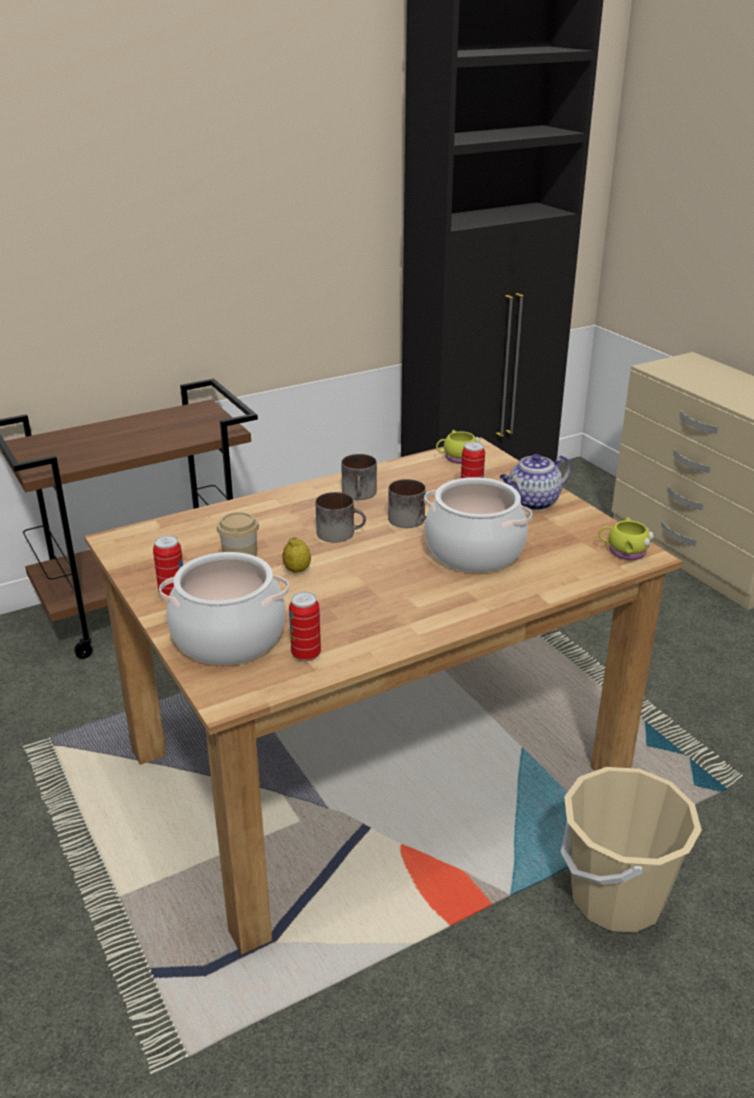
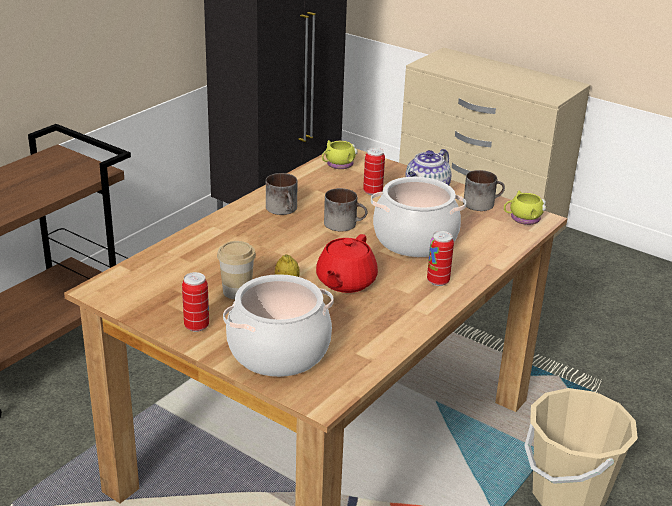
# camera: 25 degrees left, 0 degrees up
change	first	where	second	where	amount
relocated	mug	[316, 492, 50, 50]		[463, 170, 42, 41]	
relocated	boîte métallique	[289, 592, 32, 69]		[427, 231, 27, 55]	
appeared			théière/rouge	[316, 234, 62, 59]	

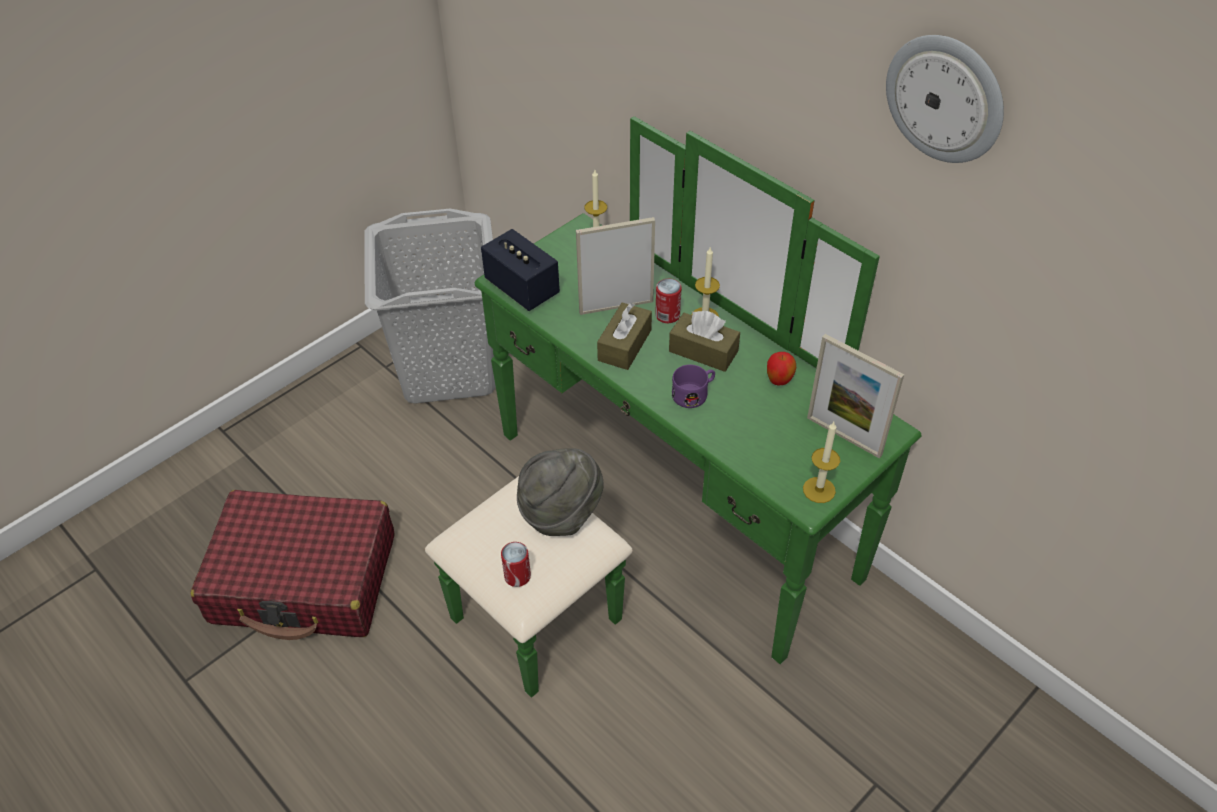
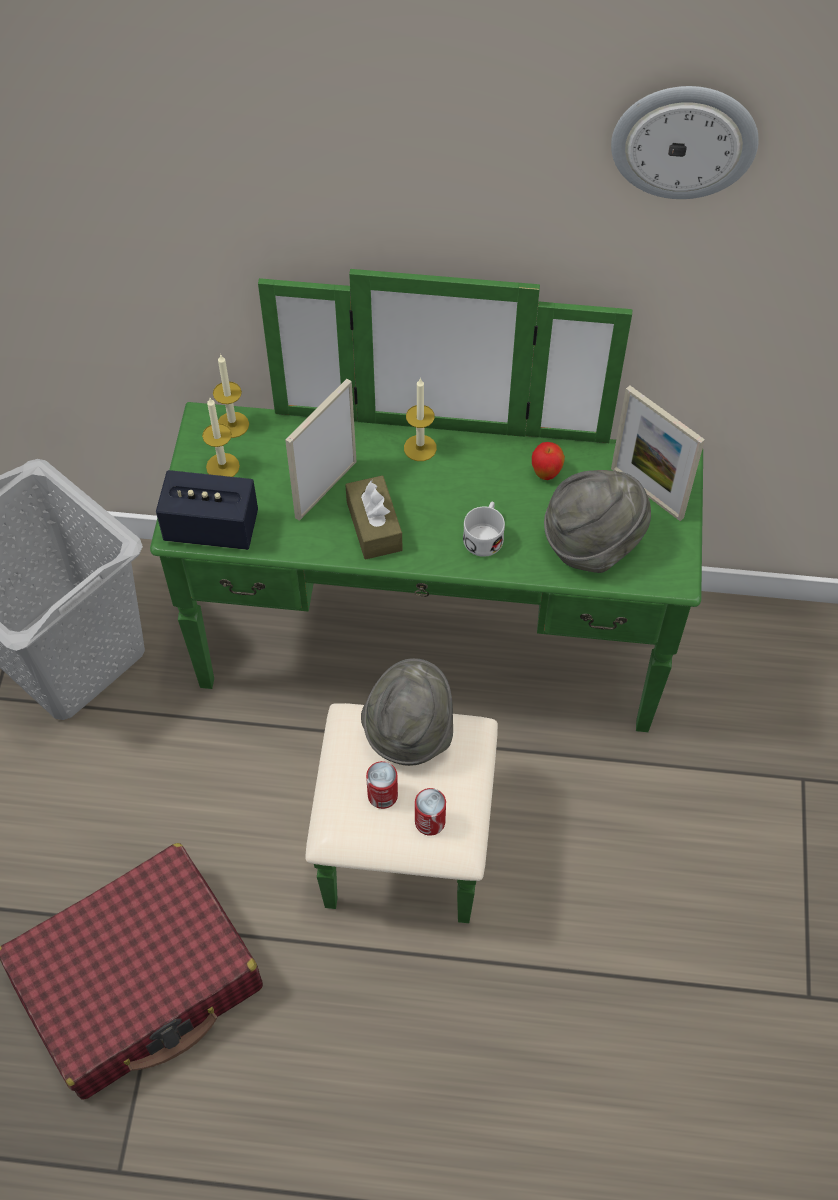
# camera: 40 degrees left, 10 degrees up
change	first	where	second	where	amount
relocated	boîte métallique	[655, 279, 26, 44]		[366, 761, 32, 48]	
missing	boîte à mouchoirs/marron	[669, 311, 71, 61]			
spun	cadre photo	[807, 334, 97, 124]		[611, 386, 94, 135]	45 degrees clockwise
colour	mug/violet	[672, 365, 43, 43]	mug/blanc	[463, 502, 42, 55]	
relocated	bougie	[803, 422, 37, 81]		[202, 398, 38, 79]	
appeared			chapeau/gris	[544, 470, 107, 103]	

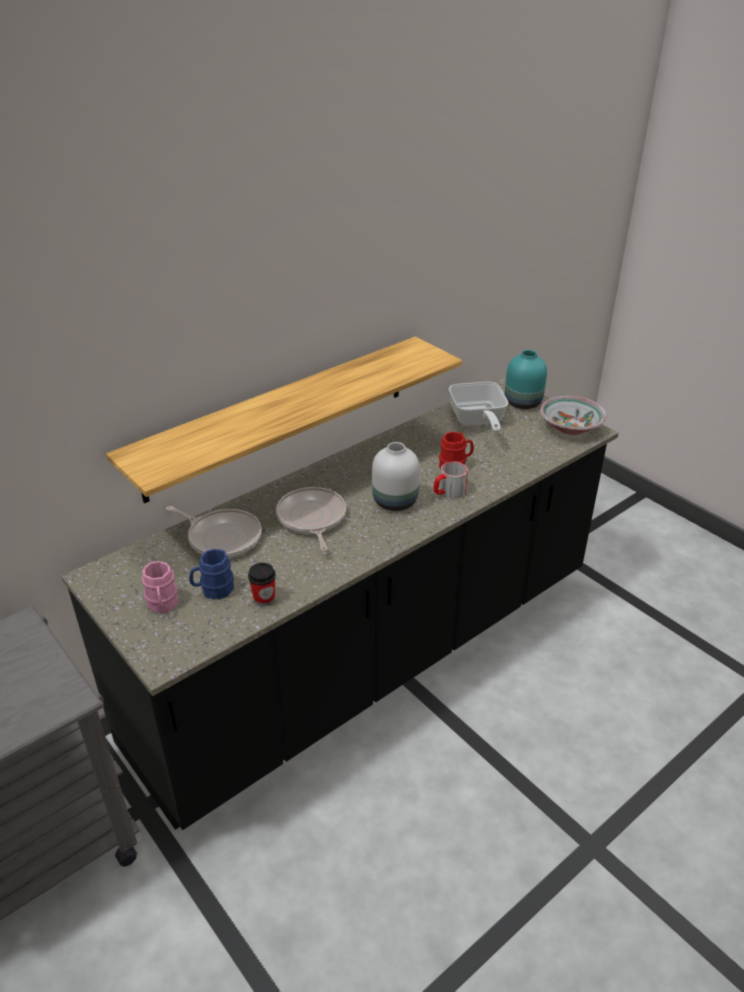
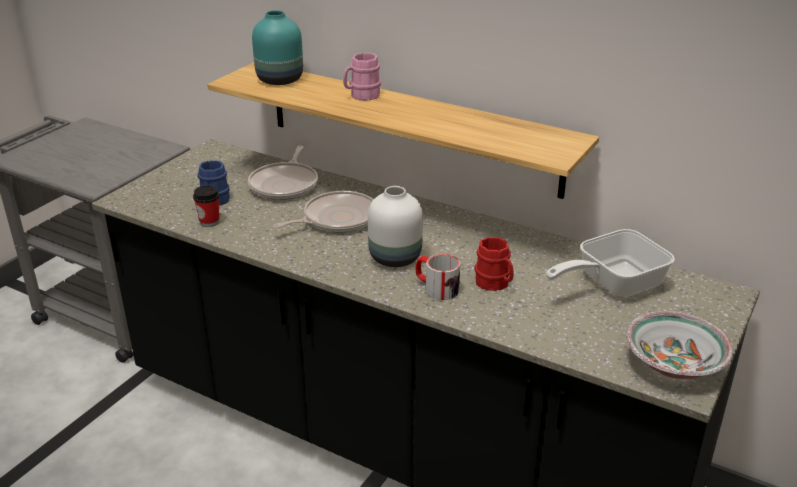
# camera: 70 degrees right, 5 degrees down
change	first	where	second	where	amount
relocated	vase/turquoise	[505, 350, 42, 59]		[252, 10, 51, 75]	
relocated	mug/rose	[142, 561, 36, 52]		[343, 53, 38, 48]	

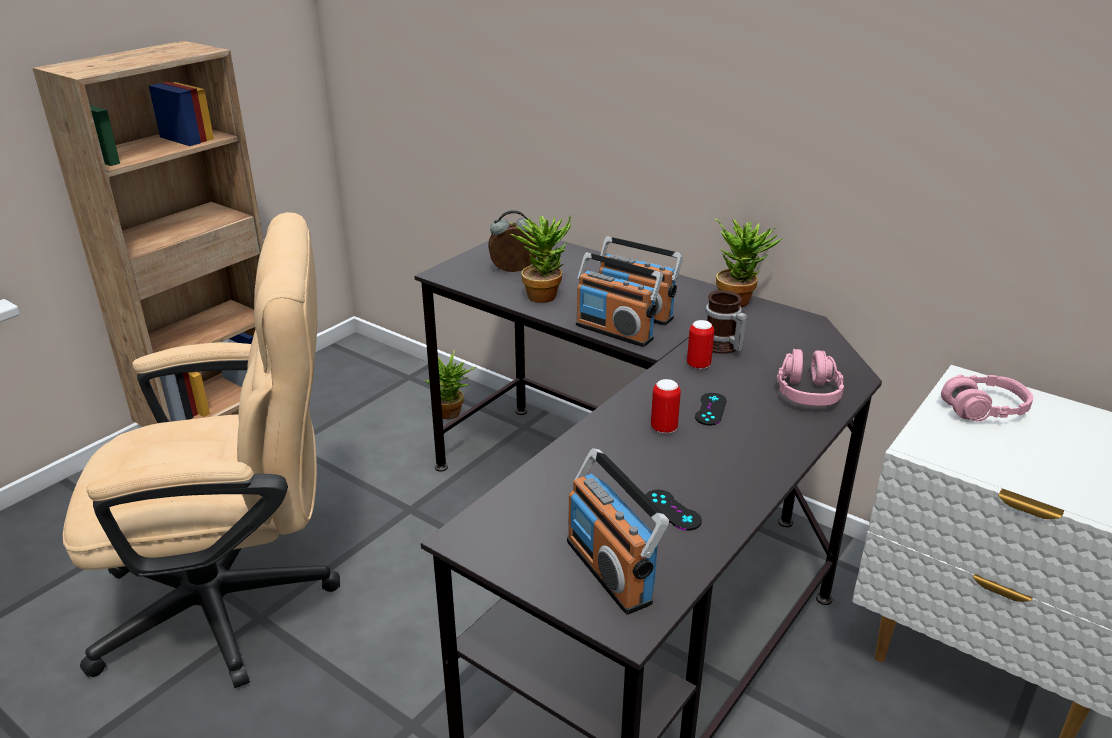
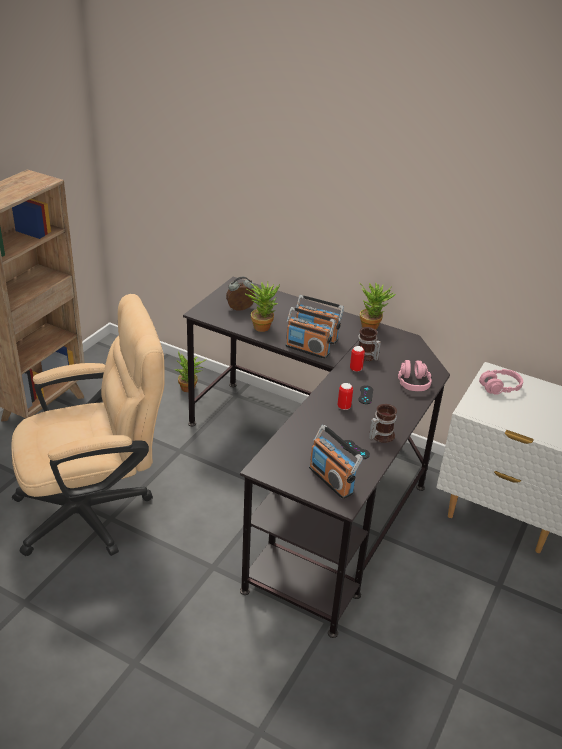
# camera: 10 degrees left, 5 degrees up
change	first	where	second	where	amount
appeared			mug	[369, 404, 28, 39]	

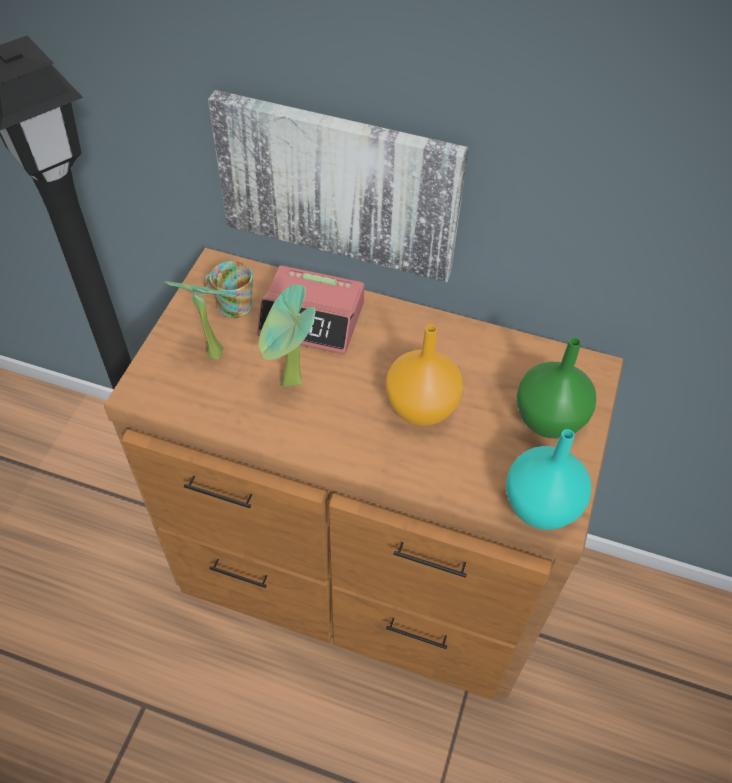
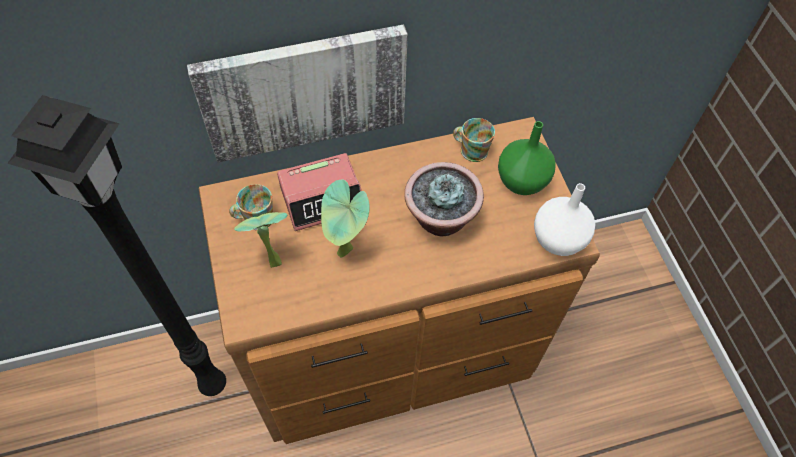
# camera: 35 degrees left, 5 degrees up
change	first	where	second	where	amount
exchanged	vase/orange	[386, 324, 77, 102]	plante en pot	[404, 162, 80, 74]	
colour	vase/turquoise	[506, 429, 85, 101]	vase/blanc	[534, 183, 61, 73]	
appeared			mug	[453, 118, 42, 44]	

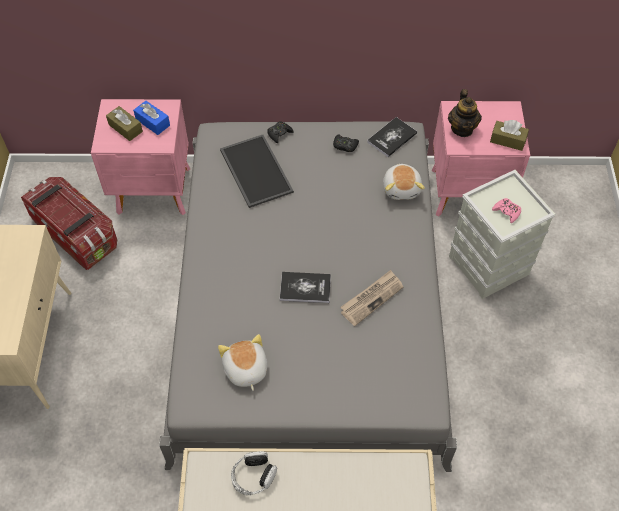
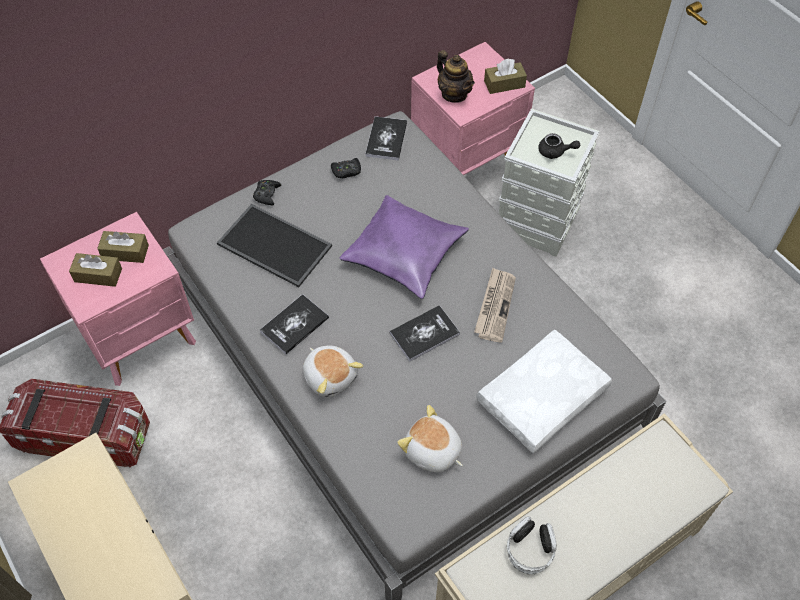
# camera: 35 degrees left, 0 degrees up
change	first	where	second	where	amount
colour	boîte à mouchoirs/bleu	[133, 101, 37, 34]	boîte à mouchoirs/marron	[97, 231, 52, 32]	
relocated	peluche	[383, 163, 42, 37]		[303, 346, 60, 51]	
exchanged	manette/rose	[492, 198, 29, 25]	théière/noir	[538, 133, 42, 26]	
appeared			coussin/violet	[340, 195, 129, 104]	
appeared			livre	[260, 294, 69, 60]	
appeared			coussin/blanc	[476, 330, 136, 123]	

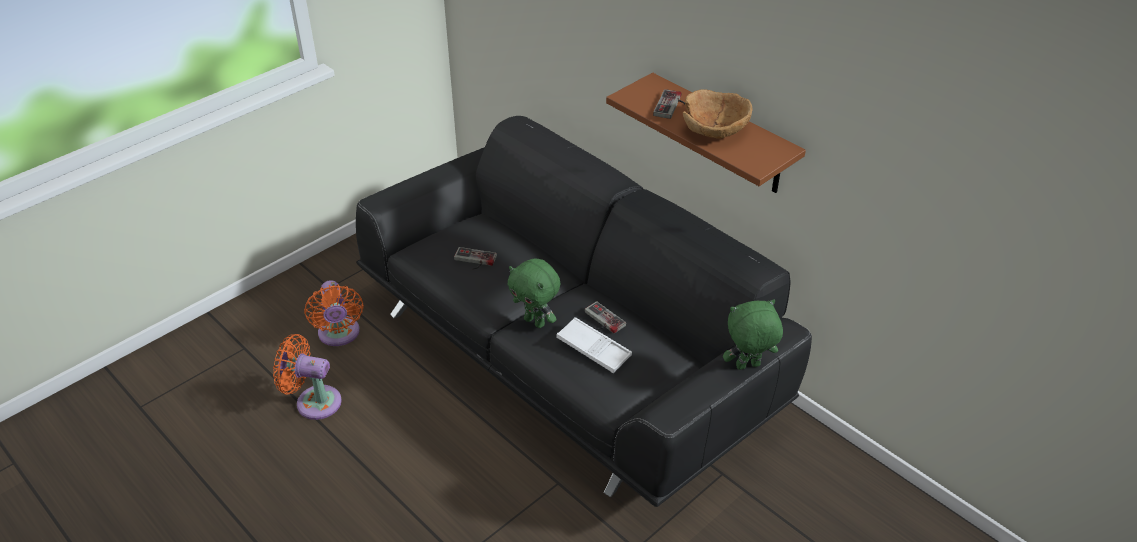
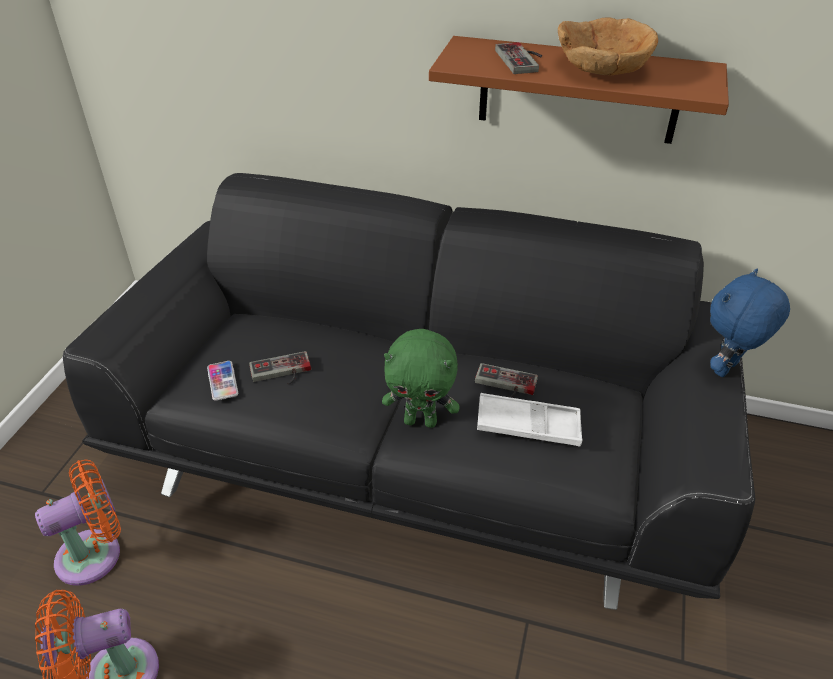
# camera: 30 degrees left, 0 degrees up
change	first	where	second	where	amount
spun	ventilateur/orange	[304, 280, 60, 66]		[35, 459, 86, 127]	75 degrees counterclockwise
colour	peluche/vert	[723, 299, 60, 71]	peluche/bleu	[710, 268, 80, 109]	
appeared			téléphone	[207, 361, 31, 40]	

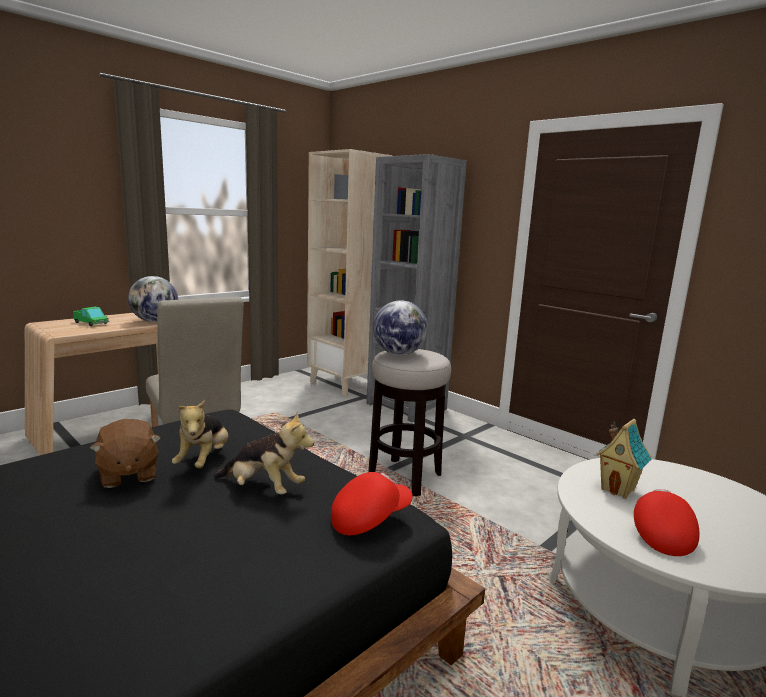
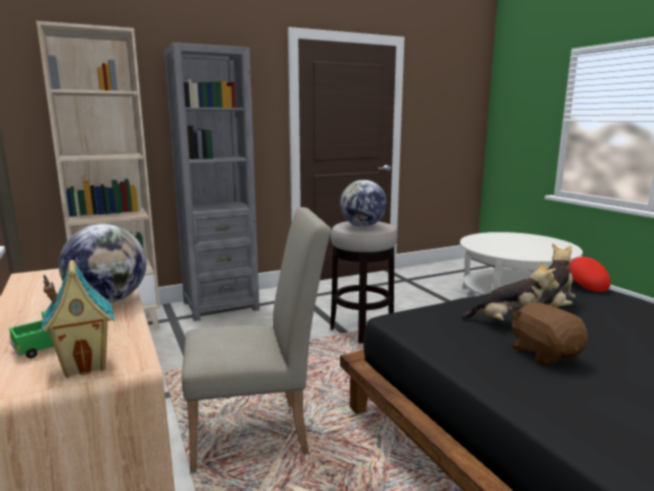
# camera: 70 degrees left, 0 degrees up
change	first	where	second	where	amount
spun	peluche/marron	[90, 419, 71, 69]		[512, 303, 76, 62]	105 degrees counterclockwise
relocated	maison miniature	[596, 419, 55, 80]		[41, 260, 73, 117]	
missing	casquette/rouge	[634, 489, 65, 67]			

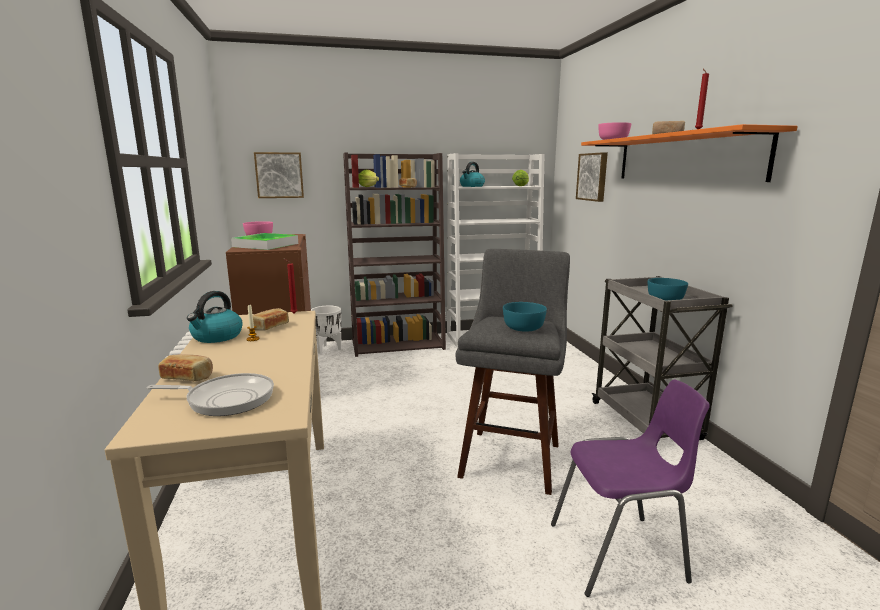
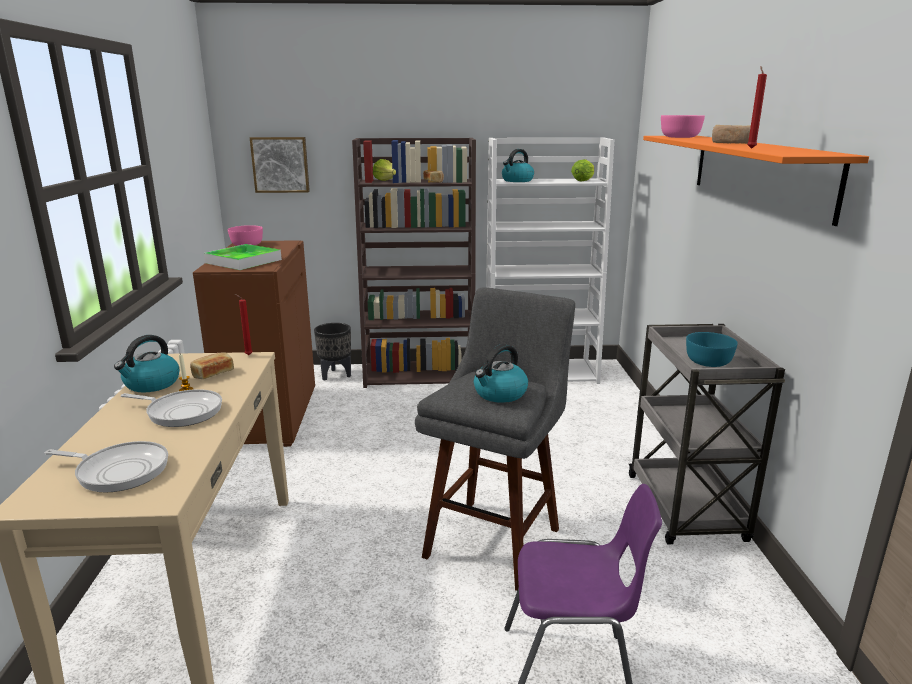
# camera: 10 degrees right, 5 degrees up
change	first	where	second	where	amount
missing	tableau	[576, 152, 32, 50]			
exchanged	bol/turquoise	[503, 302, 44, 30]	bouilloire	[474, 344, 54, 59]	
colour	cache-pot/blanc	[311, 306, 30, 48]	cache-pot/noir	[314, 323, 37, 58]	
missing	pain	[158, 354, 55, 27]			
appeared			poêle	[121, 389, 101, 38]	

